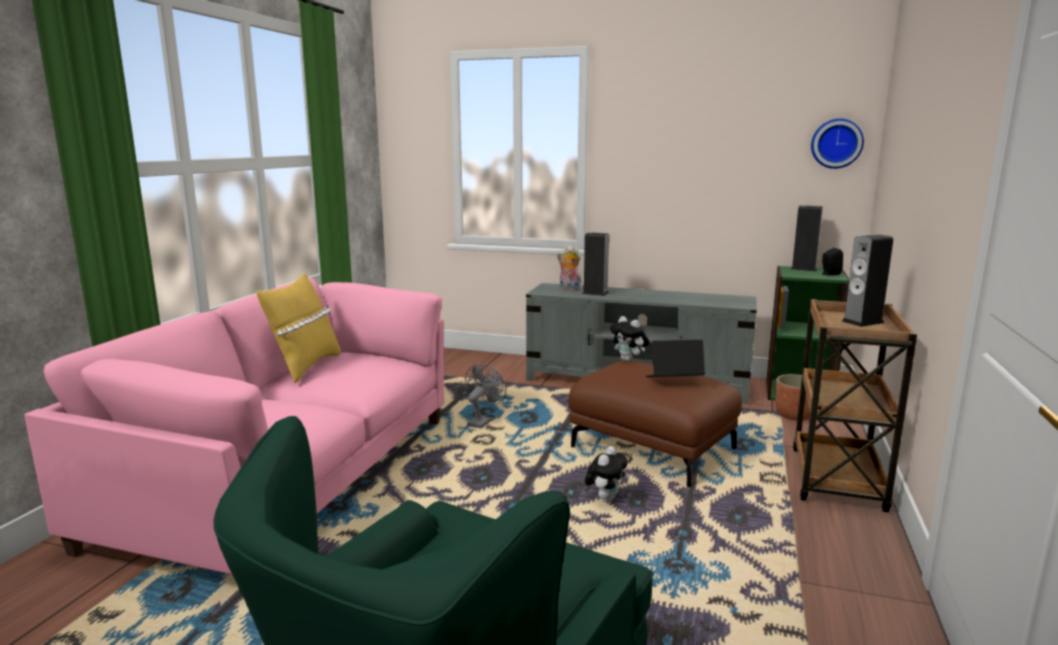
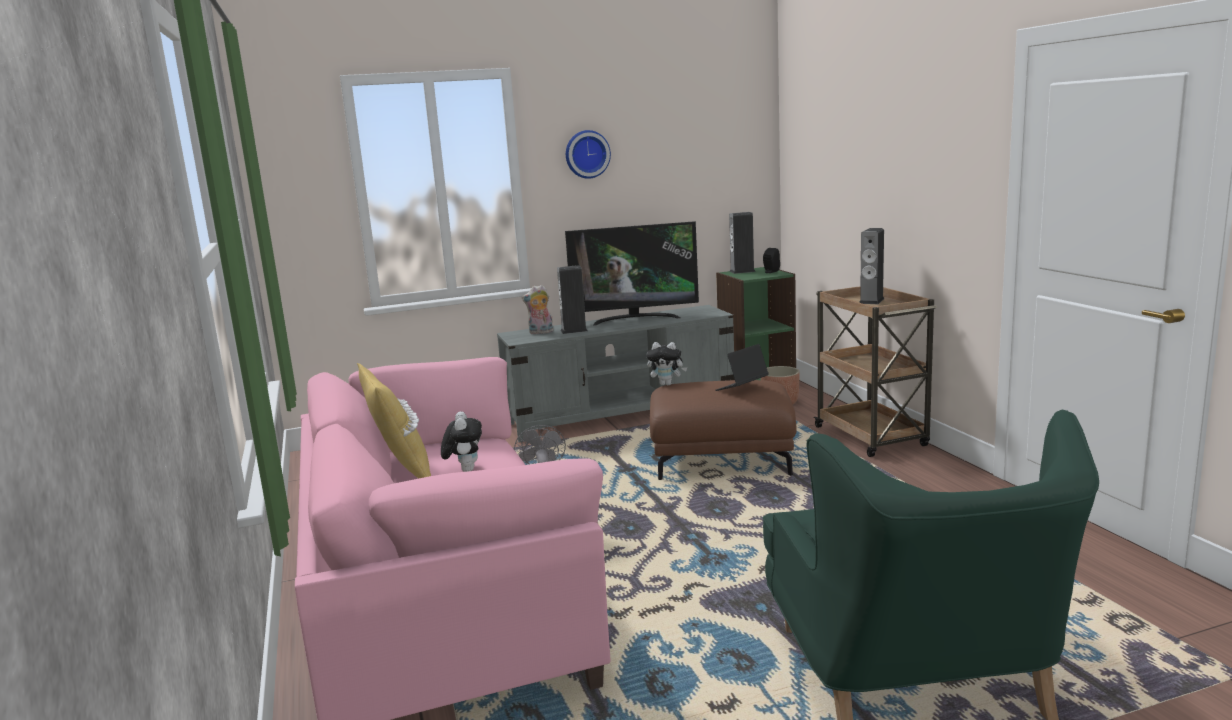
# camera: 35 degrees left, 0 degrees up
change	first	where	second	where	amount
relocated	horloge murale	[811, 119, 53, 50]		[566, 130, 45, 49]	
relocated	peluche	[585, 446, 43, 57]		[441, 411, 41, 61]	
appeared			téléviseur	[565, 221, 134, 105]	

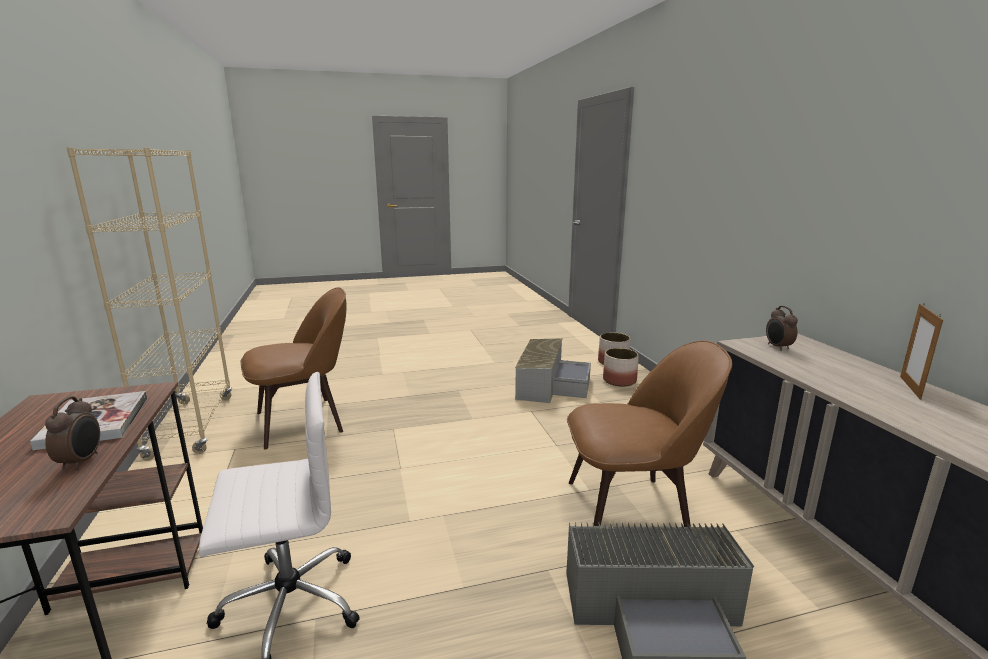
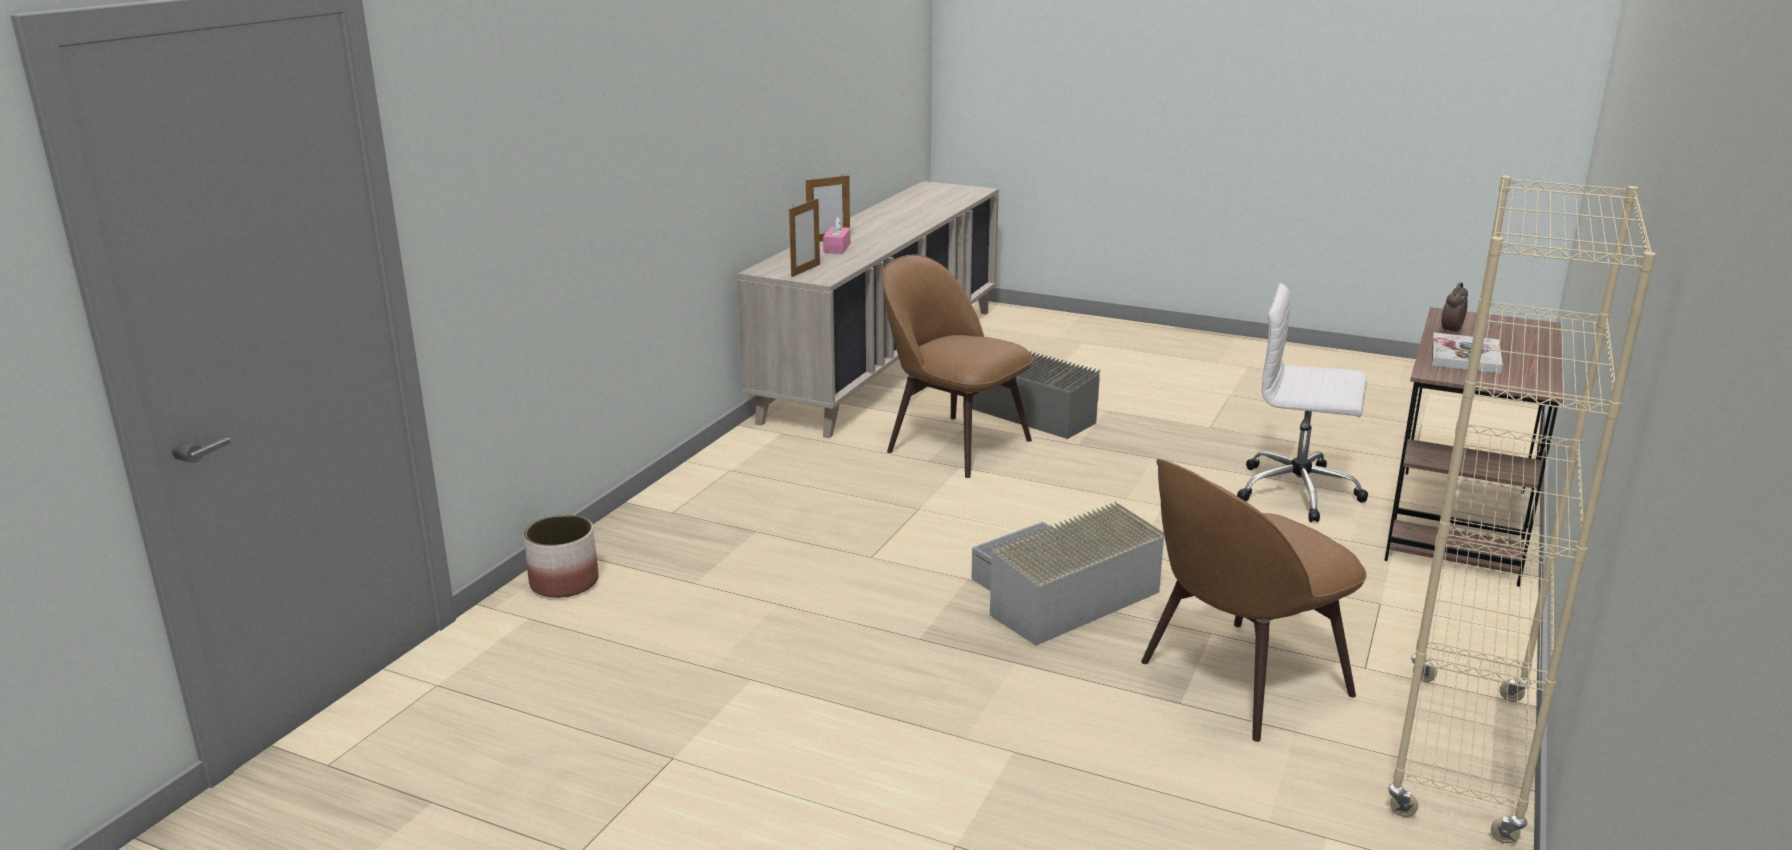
# camera: 140 degrees left, 5 degrees up
change	first	where	second	where	amount
spun	chaise/marron	[240, 287, 107, 162]		[1141, 459, 225, 283]	45 degrees counterclockwise
exchanged	réveil	[766, 306, 32, 45]	cadre photo	[789, 199, 31, 78]	
relocated	boîte de rangement/gris	[515, 338, 76, 65]		[971, 501, 193, 145]	
missing	cache-pot	[603, 348, 36, 39]			
appeared			boîte à mouchoirs/rose	[823, 216, 27, 38]	

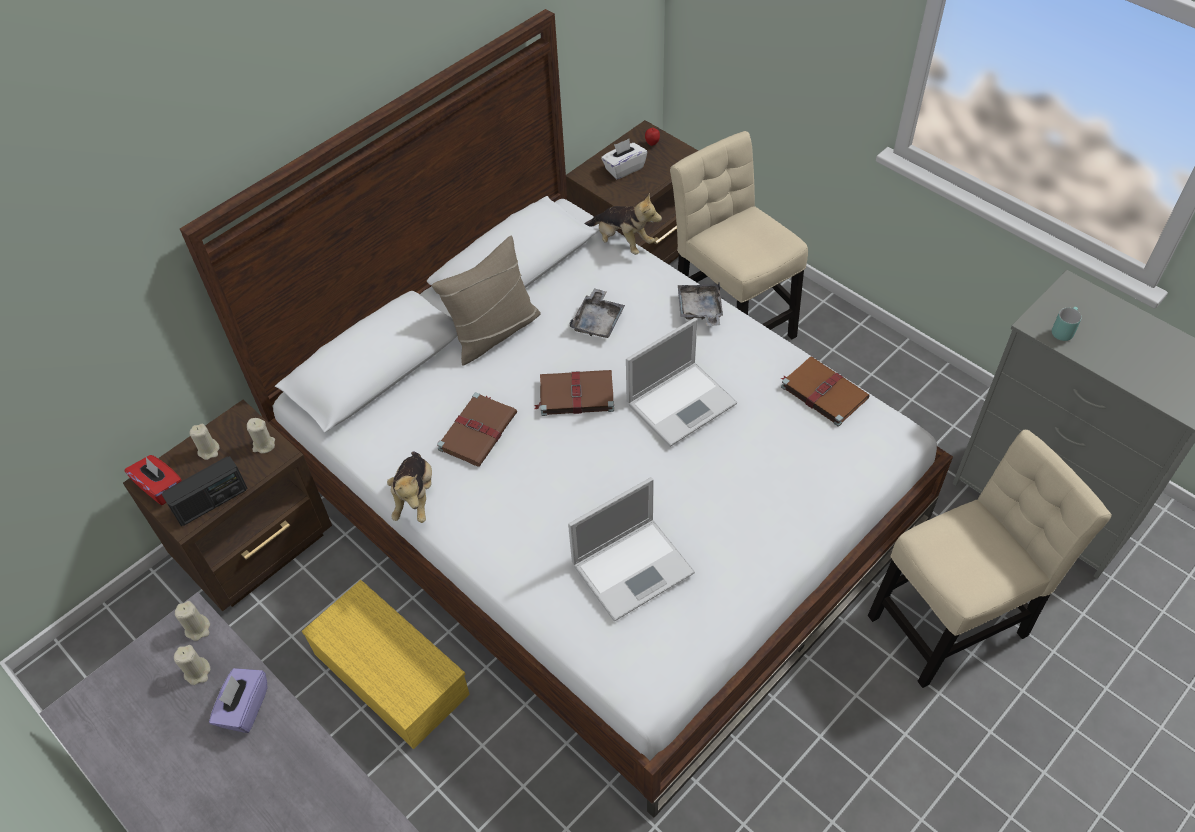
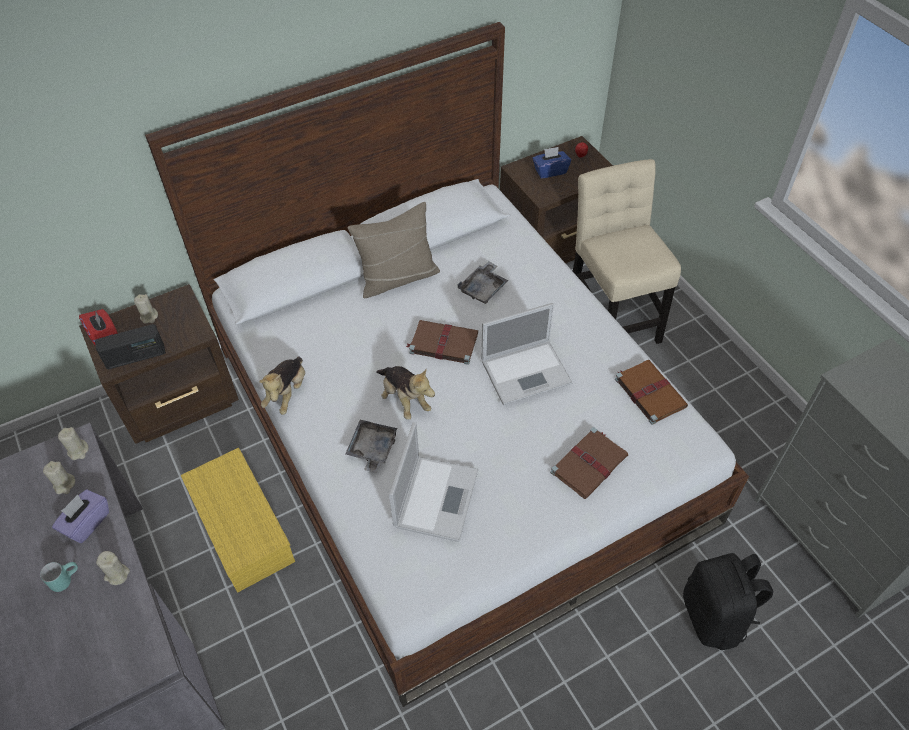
# camera: 15 degrees right, 0 degrees up
change	first	where	second	where	amount
colour	boîte à mouchoirs/blanc	[601, 139, 46, 40]	boîte à mouchoirs/bleu	[533, 147, 38, 31]	
relocated	peluche	[585, 193, 77, 62]		[376, 366, 59, 54]	
relocated	plateau/gris	[678, 283, 45, 43]		[345, 420, 52, 53]	
relocated	mug/turquoise	[1052, 307, 30, 34]		[40, 562, 38, 30]	
relocated	livre/marron	[437, 392, 80, 75]		[550, 427, 78, 72]	
relocated	bougie/beige	[247, 418, 28, 36]		[96, 551, 34, 34]	
exchanged	chaise/beige	[868, 430, 244, 258]	sac à dos/noir	[683, 553, 90, 97]	
spun	ordinateur portable	[568, 477, 127, 144]		[389, 422, 90, 120]	60 degrees counterclockwise

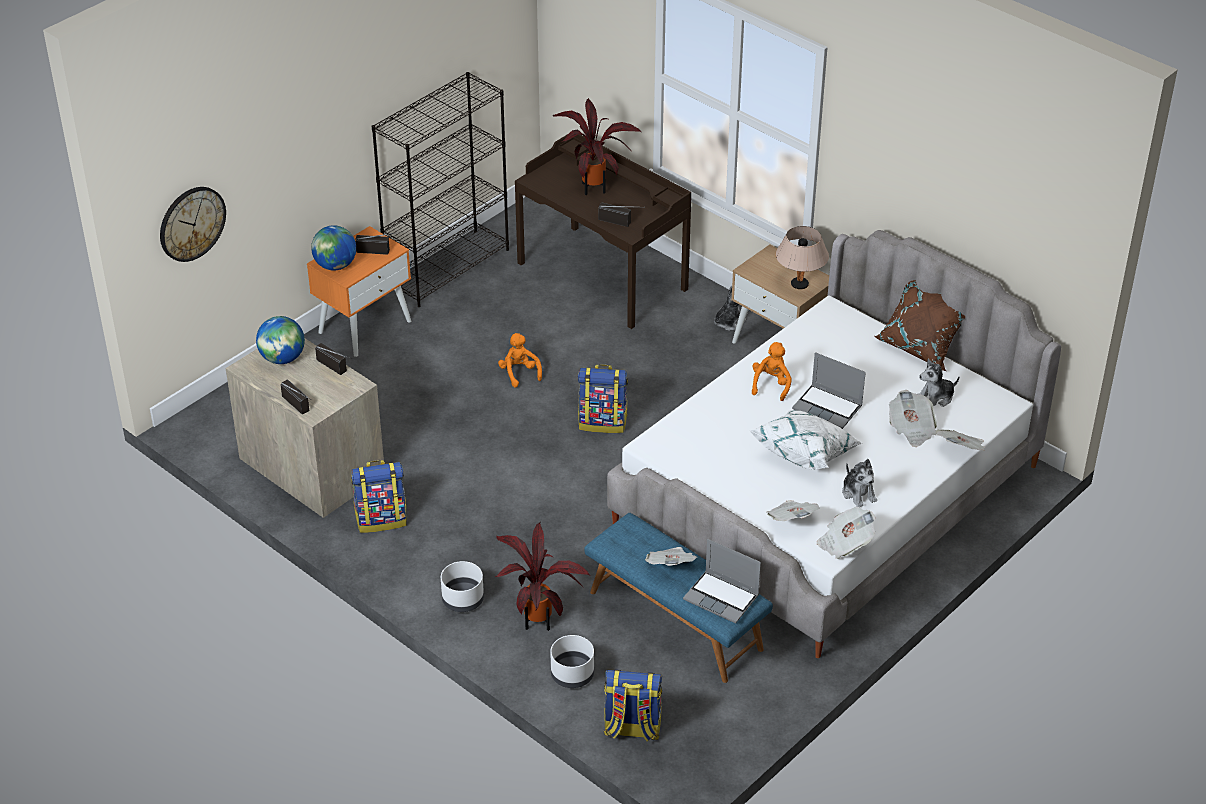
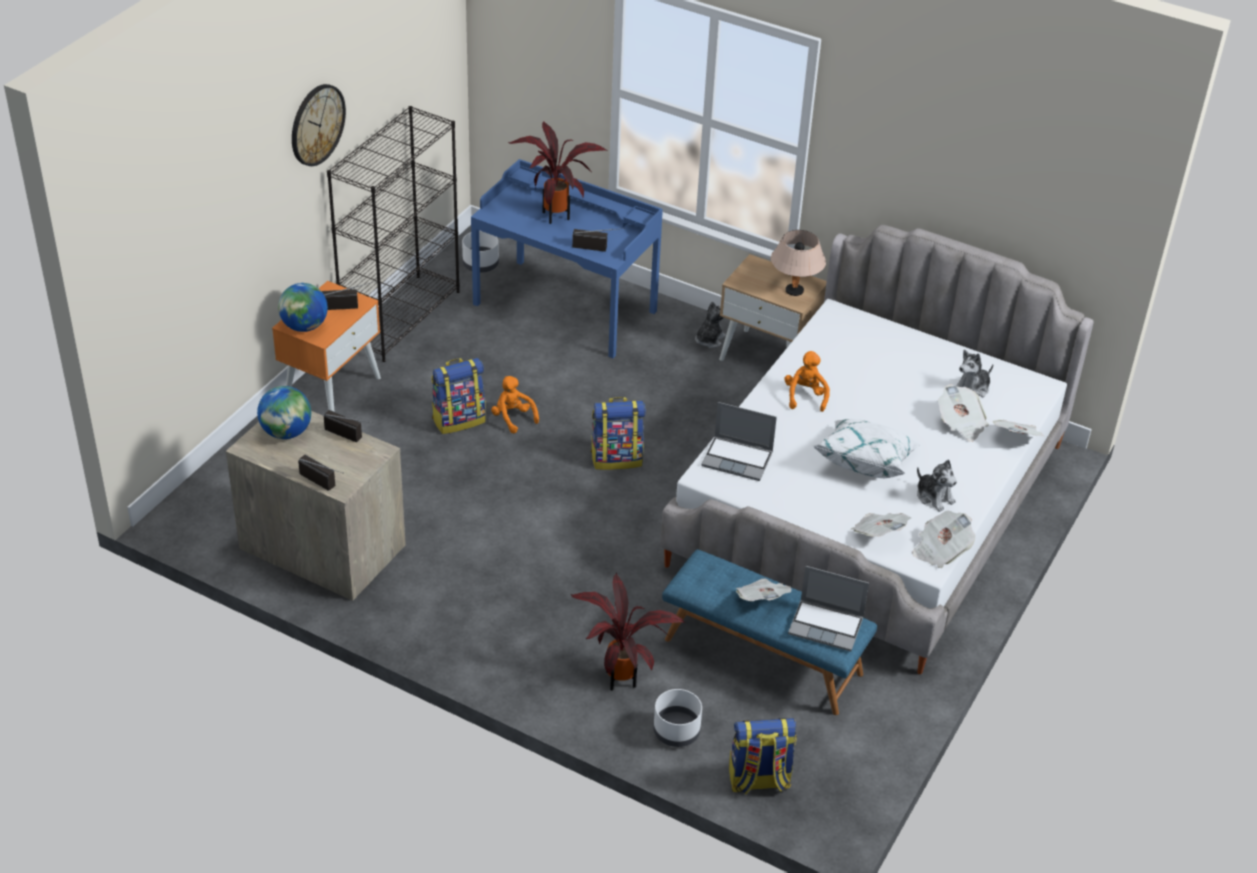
# camera: 15 degrees left, 0 degrees up
change	first	where	second	where	amount
colour	bureau/marron	[515, 134, 176, 195]	bureau/bleu	[471, 159, 192, 199]	
relocated	horloge murale	[160, 187, 66, 75]		[292, 84, 54, 82]	
missing	coussin/marron	[874, 280, 91, 92]			
relocated	ordinateur portable	[792, 352, 74, 77]		[701, 402, 76, 79]	
relocated	sac à dos	[351, 460, 56, 73]		[432, 358, 54, 76]	
relocated	cache-pot/blanc	[441, 561, 43, 51]		[462, 231, 37, 42]	

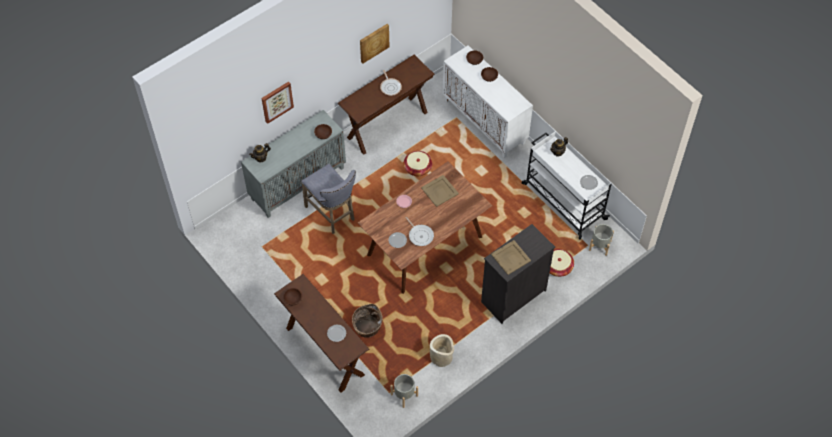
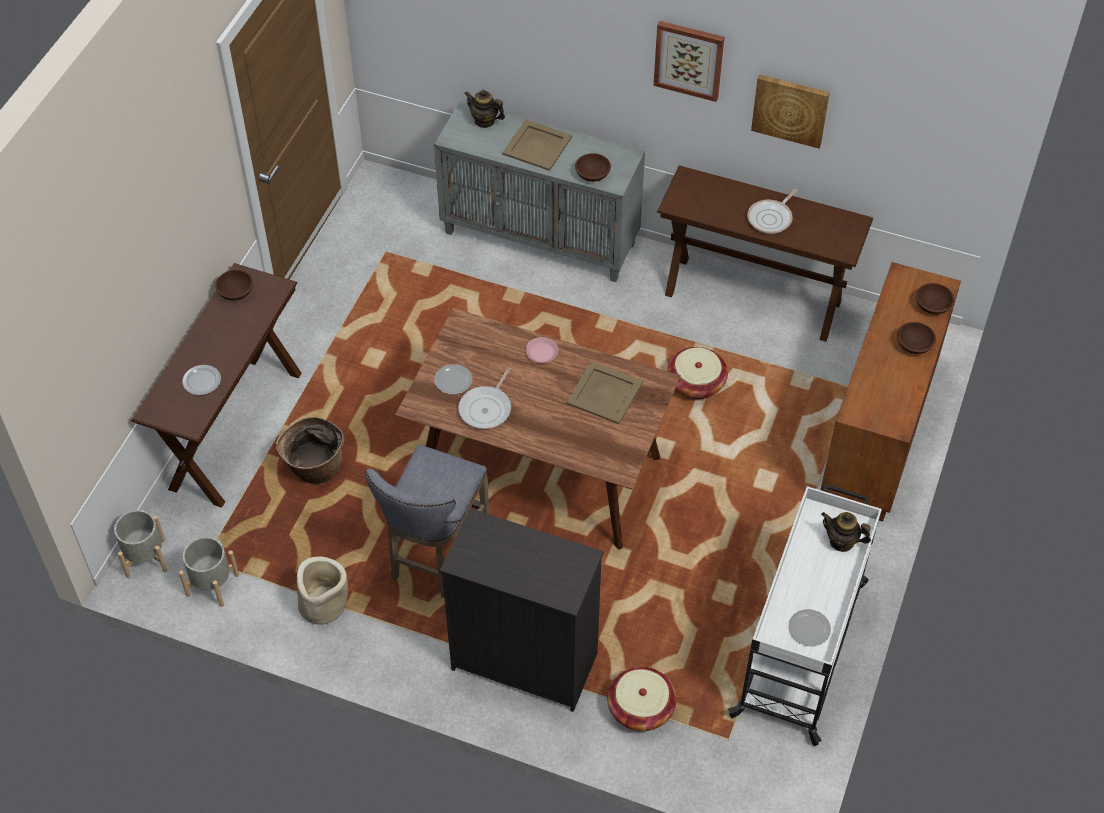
# camera: 60 degrees right, 5 degrees down
change	first	where	second	where	amount
colour	meuble de rangement/blanc	[443, 45, 90, 113]	meuble de rangement/marron	[821, 262, 140, 260]	
relocated	tableau	[262, 82, 32, 42]		[653, 21, 71, 81]	
relocated	tabouret/gris	[301, 164, 55, 70]		[365, 445, 125, 153]	
relocated	cache-pot/gris	[589, 224, 25, 32]		[114, 510, 53, 68]	
relocated	plateau/beige	[491, 240, 40, 35]		[502, 119, 70, 52]	

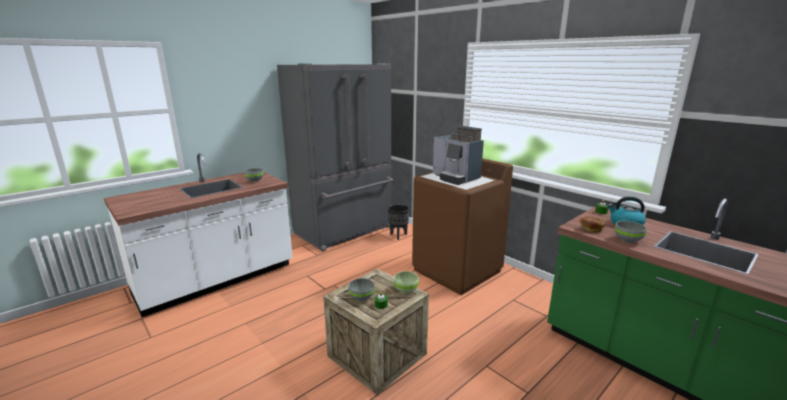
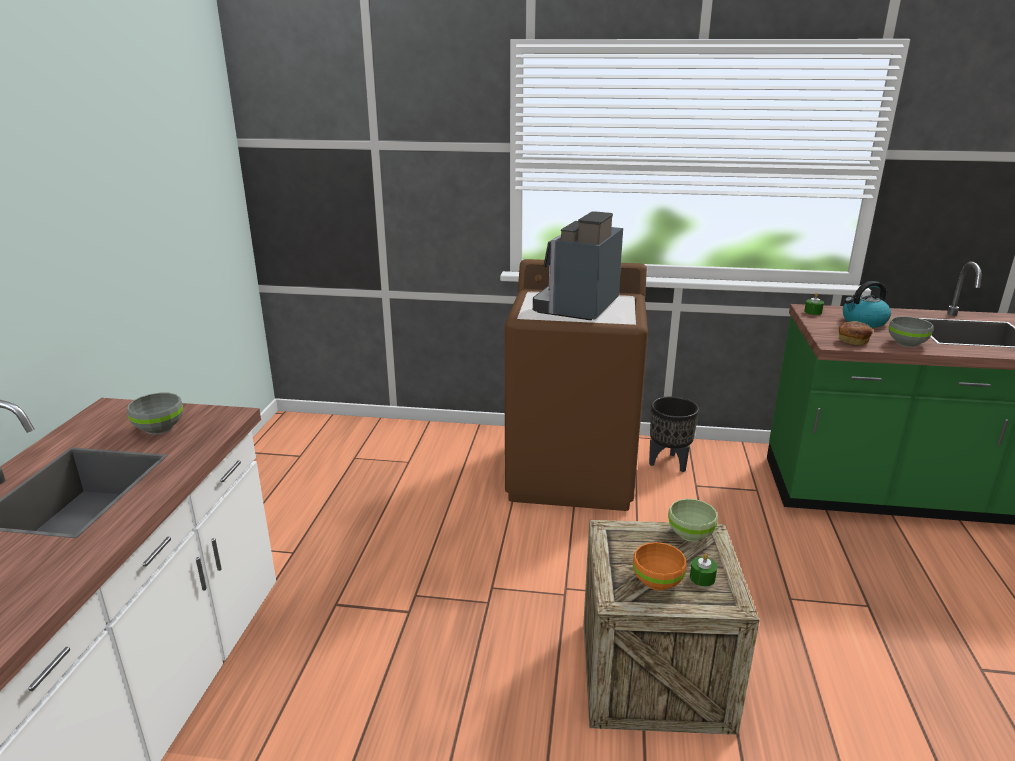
# camera: 40 degrees left, 5 degrees up
change	first	where	second	where	amount
missing	réfrigérateur/gris	[277, 63, 116, 189]			
spun	machine à café	[433, 126, 51, 59]		[533, 211, 90, 109]	105 degrees clockwise
relocated	cache-pot/noir	[388, 205, 21, 35]		[649, 396, 50, 76]	
colour	bol/gris	[348, 278, 27, 23]	bol/orange	[633, 542, 53, 49]	

